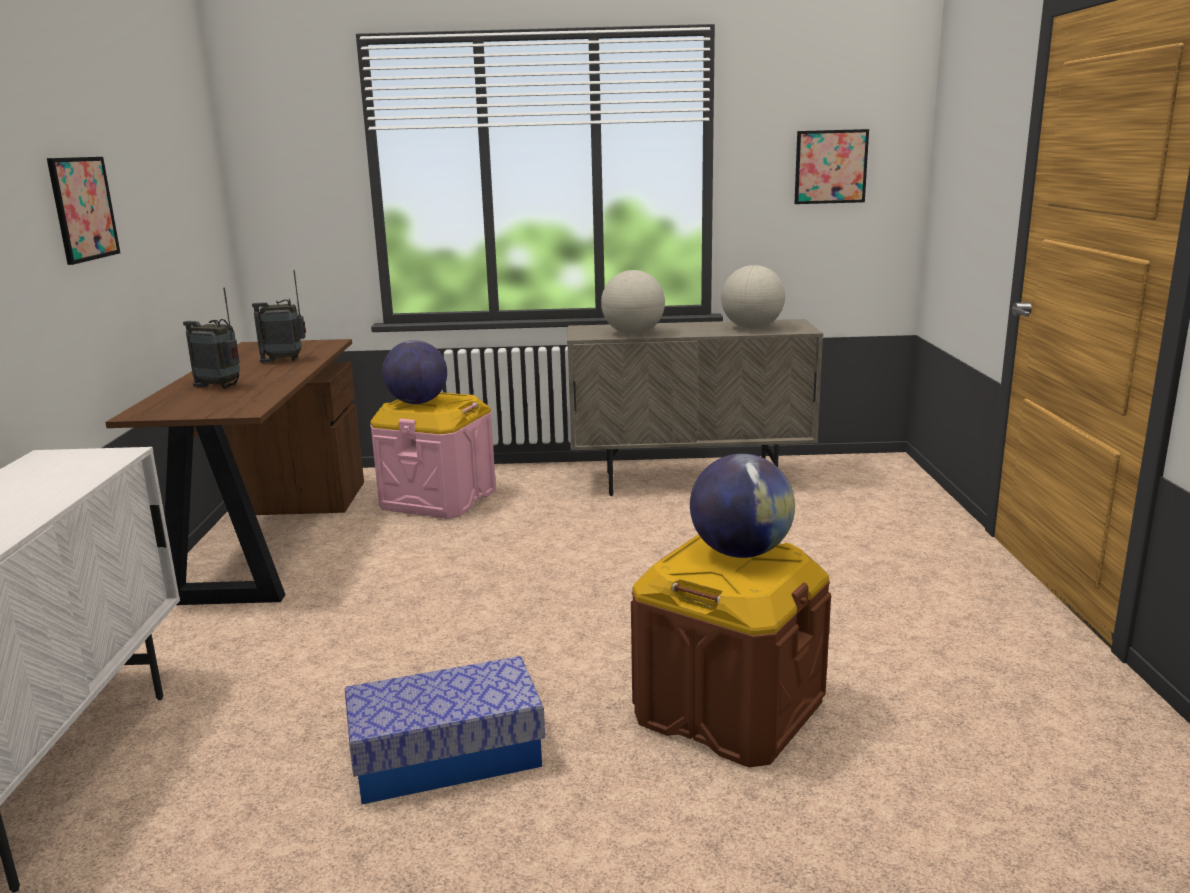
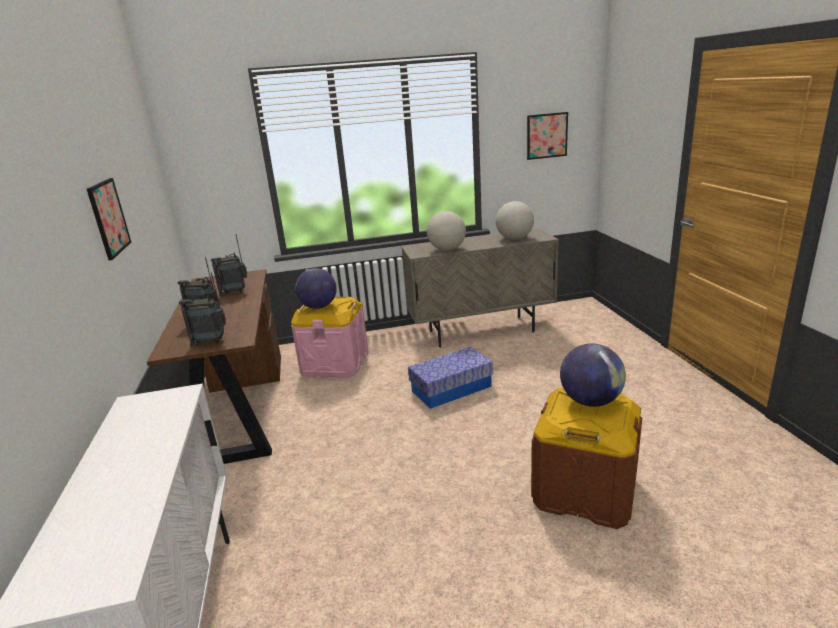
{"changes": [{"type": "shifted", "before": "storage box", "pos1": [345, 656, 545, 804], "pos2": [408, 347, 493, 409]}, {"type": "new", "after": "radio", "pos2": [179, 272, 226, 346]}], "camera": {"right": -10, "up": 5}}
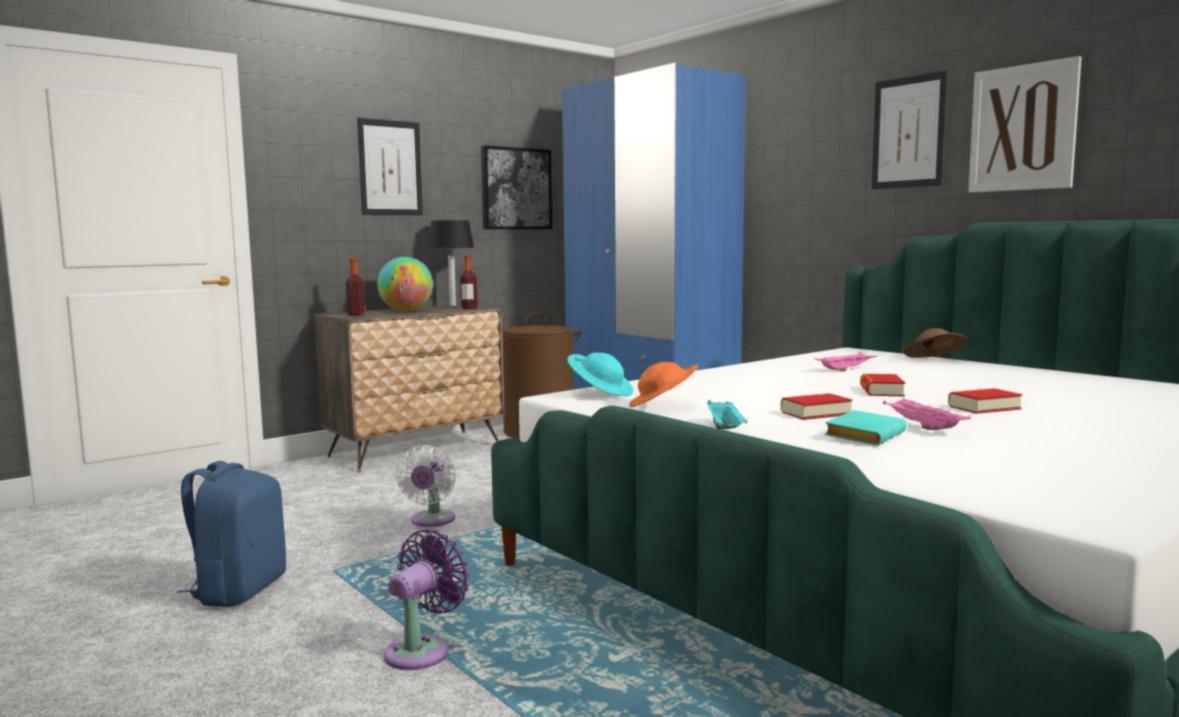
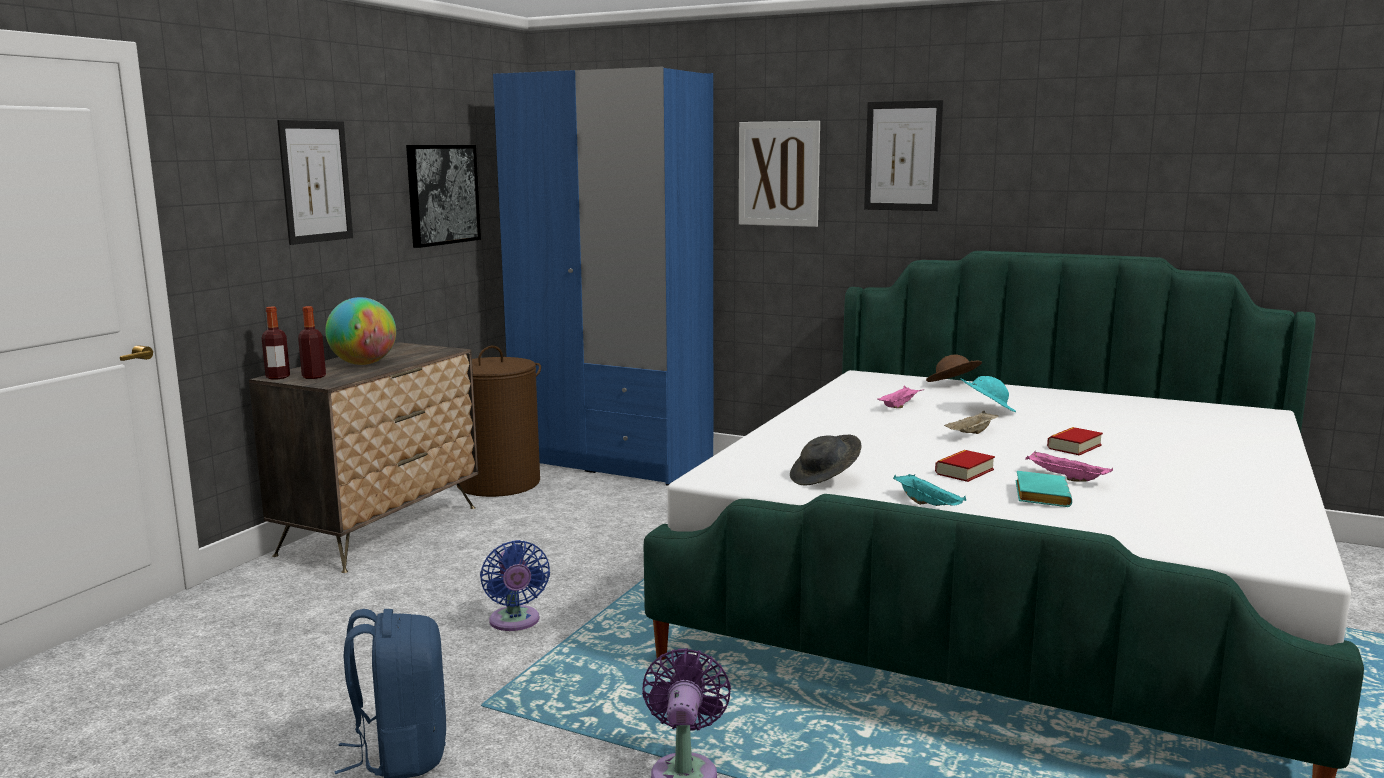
{"changes": [{"type": "shifted", "before": "wall picture", "pos1": [968, 56, 1081, 193], "pos2": [739, 121, 820, 227]}, {"type": "gone", "before": "black-coloured table lamp", "pos1": [428, 220, 475, 306]}, {"type": "shifted", "before": "drink bottle", "pos1": [460, 255, 478, 309], "pos2": [262, 307, 290, 379]}, {"type": "shifted", "before": "turquoise hat", "pos1": [568, 352, 634, 396], "pos2": [960, 376, 1016, 412]}, {"type": "repainted", "before": "orange hat", "after": "greyish hat", "pos1": [629, 362, 698, 407], "pos2": [790, 435, 862, 485]}, {"type": "swapped", "before": "book", "after": "beige-coloured carrying tray", "pos1": [860, 374, 905, 396], "pos2": [944, 411, 998, 434]}, {"type": "repainted", "before": "white-coloured electric fan", "after": "blue-coloured electric fan", "pos1": [395, 445, 456, 527], "pos2": [480, 540, 550, 631]}], "camera": {"right": -25, "up": 5}}
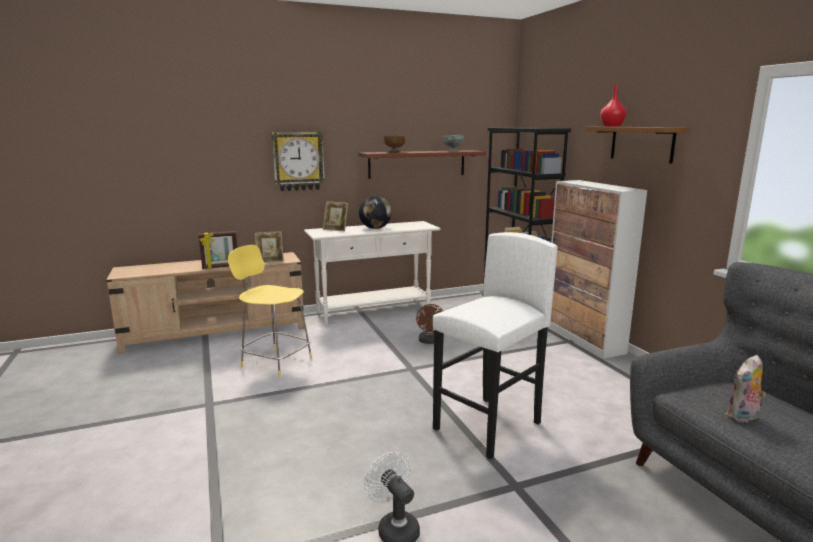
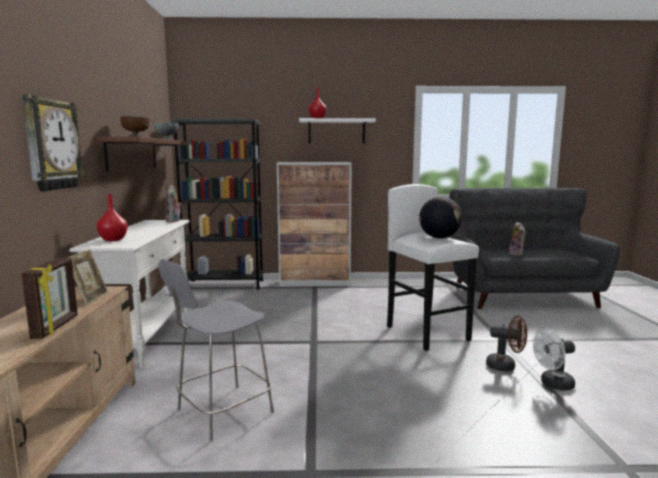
{"changes": [{"type": "repainted", "before": "brown-coloured shelf", "after": "white-coloured shelf", "pos1": [585, 127, 688, 164], "pos2": [299, 118, 376, 143]}, {"type": "shifted", "before": "globe", "pos1": [359, 196, 392, 229], "pos2": [419, 197, 462, 238]}, {"type": "swapped", "before": "picture frame", "after": "reddish flower vase", "pos1": [323, 201, 348, 232], "pos2": [96, 194, 128, 241]}, {"type": "repainted", "before": "yellow sitting stool", "after": "greyish sitting stool", "pos1": [228, 245, 312, 378], "pos2": [158, 259, 274, 441]}, {"type": "shifted", "before": "brown-coloured electric fan", "pos1": [416, 304, 443, 344], "pos2": [486, 316, 527, 371]}, {"type": "new", "after": "cuddly toy", "pos2": [165, 185, 182, 222]}], "camera": {"right": -70, "up": -5}}
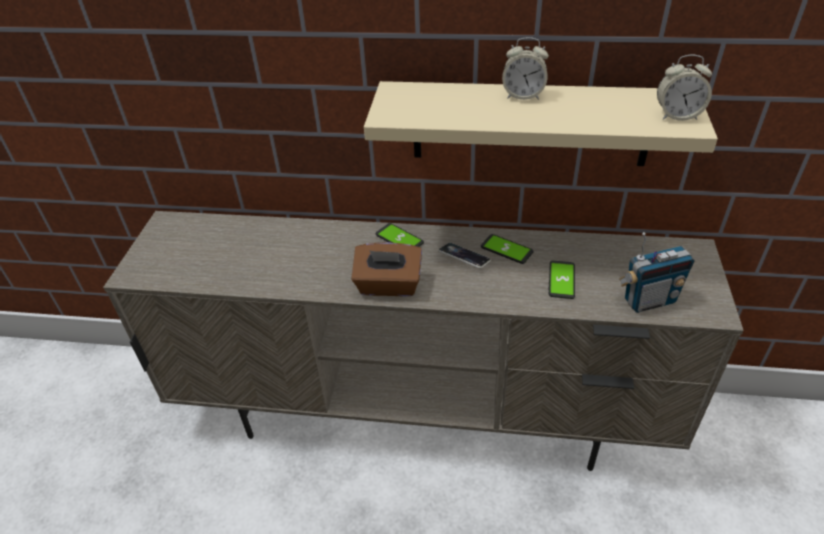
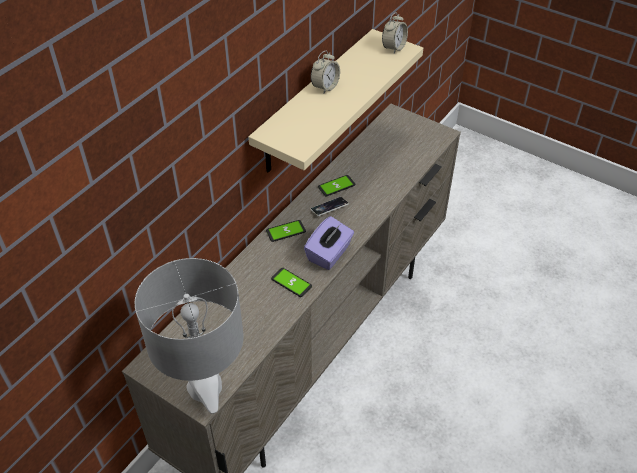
{"changes": [{"type": "gone", "before": "radio", "pos1": [619, 232, 695, 313]}, {"type": "repainted", "before": "brown-coloured tissue box", "after": "purple tissue box", "pos1": [351, 242, 422, 297], "pos2": [304, 216, 354, 270]}, {"type": "shifted", "before": "telephone", "pos1": [549, 261, 575, 299], "pos2": [271, 268, 312, 297]}, {"type": "new", "after": "greyish table lamp", "pos2": [135, 258, 244, 414]}], "camera": {"right": -65, "up": 5}}
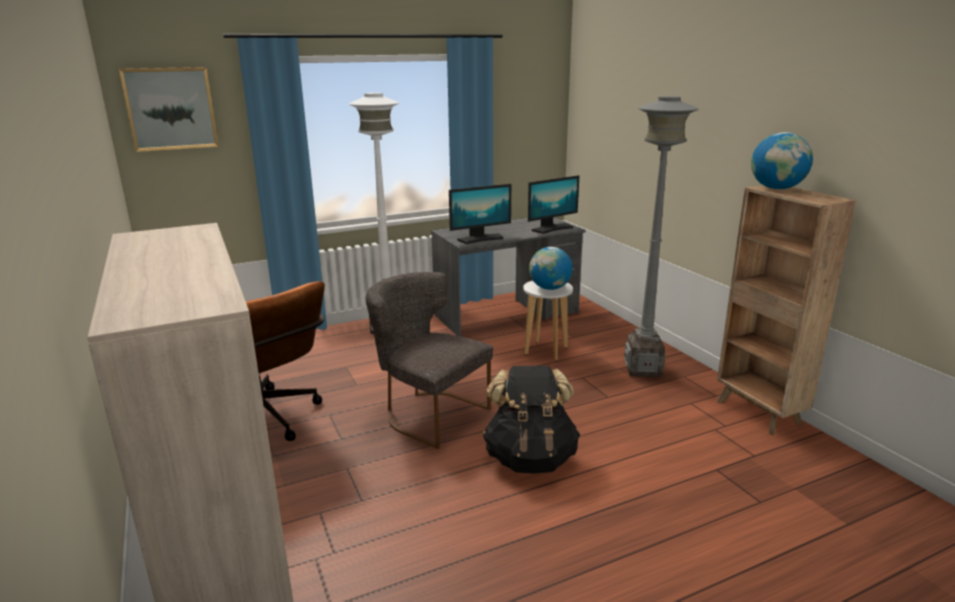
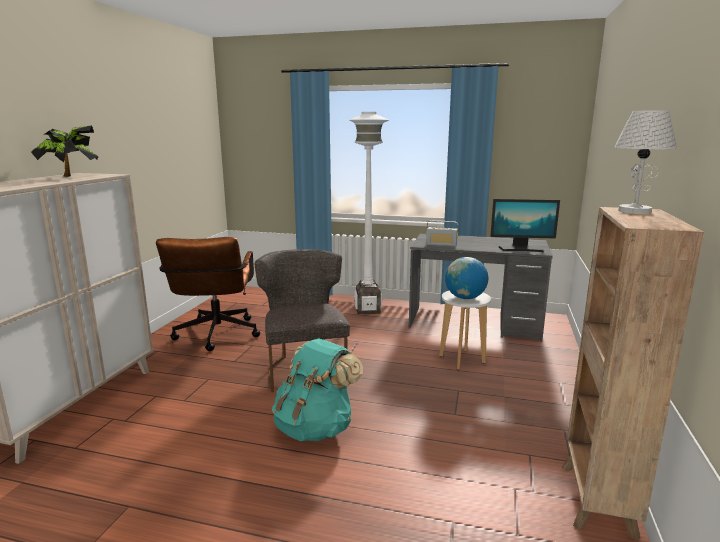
{"changes": [{"type": "gone", "before": "wall picture", "pos1": [119, 67, 219, 152]}, {"type": "gone", "before": "greyish standing lamp", "pos1": [624, 96, 699, 377]}, {"type": "swapped", "before": "globe", "after": "white-coloured table lamp", "pos1": [751, 132, 813, 189], "pos2": [614, 110, 677, 214]}, {"type": "swapped", "before": "monitor", "after": "radio", "pos1": [449, 184, 511, 244], "pos2": [426, 220, 458, 247]}, {"type": "repainted", "before": "black-coloured knapsack", "after": "turquoise knapsack", "pos1": [483, 366, 580, 474], "pos2": [272, 338, 363, 441]}, {"type": "new", "after": "plant in a pot", "pos2": [31, 125, 99, 177]}], "camera": {"right": 40, "up": -5}}
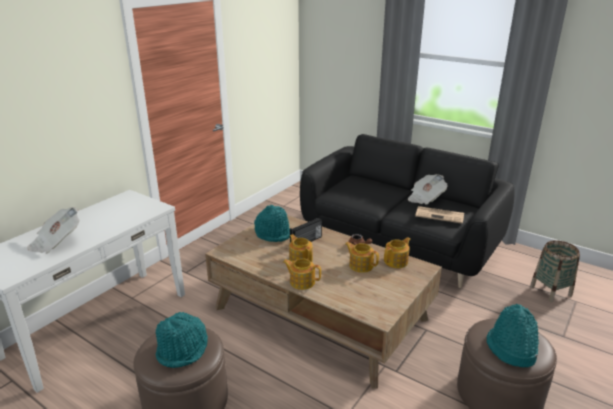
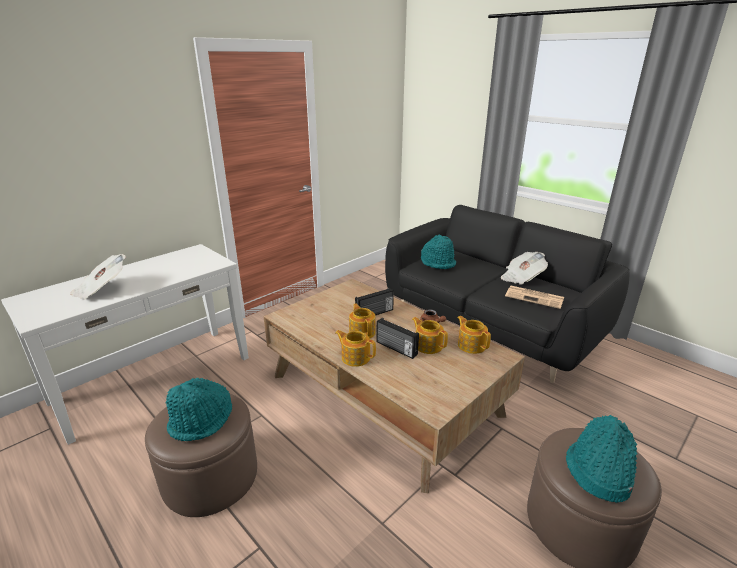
{"changes": [{"type": "shifted", "before": "turquoise hat", "pos1": [254, 205, 290, 242], "pos2": [421, 235, 456, 269]}, {"type": "rotated", "before": "teapot", "pos1": [384, 237, 410, 268], "pos2": [457, 316, 491, 354], "turn": -90}, {"type": "gone", "before": "basket", "pos1": [530, 241, 580, 302]}, {"type": "new", "after": "radio", "pos2": [376, 318, 419, 359]}], "camera": {"right": 10, "up": 0}}
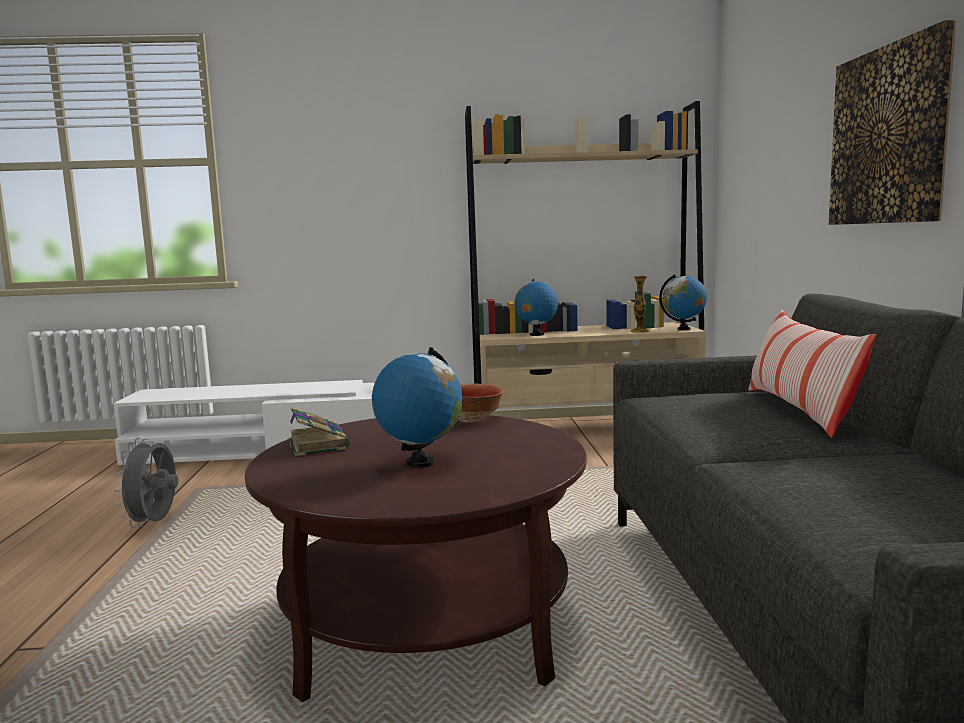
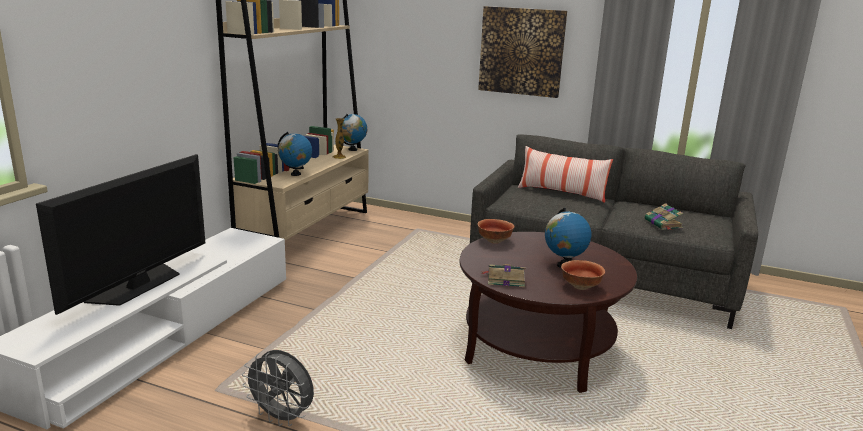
{"changes": [{"type": "new", "after": "TV", "pos2": [36, 154, 205, 315]}, {"type": "new", "after": "book", "pos2": [645, 203, 683, 230]}, {"type": "new", "after": "bowl", "pos2": [561, 260, 605, 290]}], "camera": {"right": -65, "up": 10}}
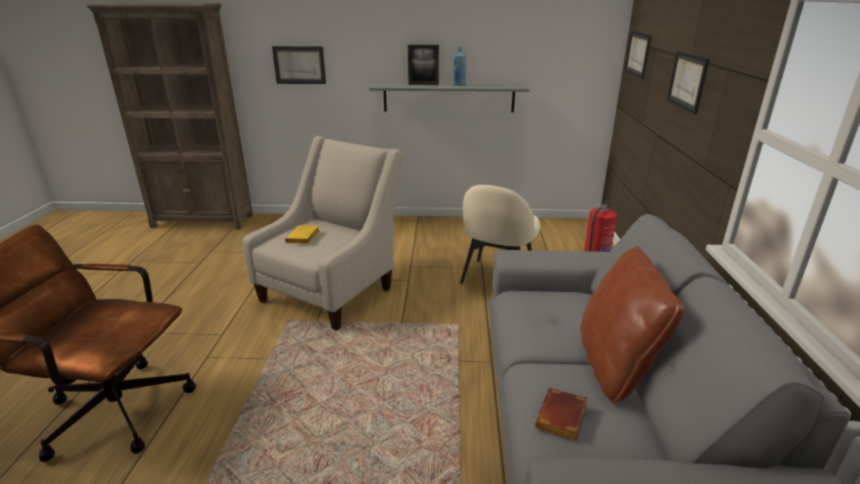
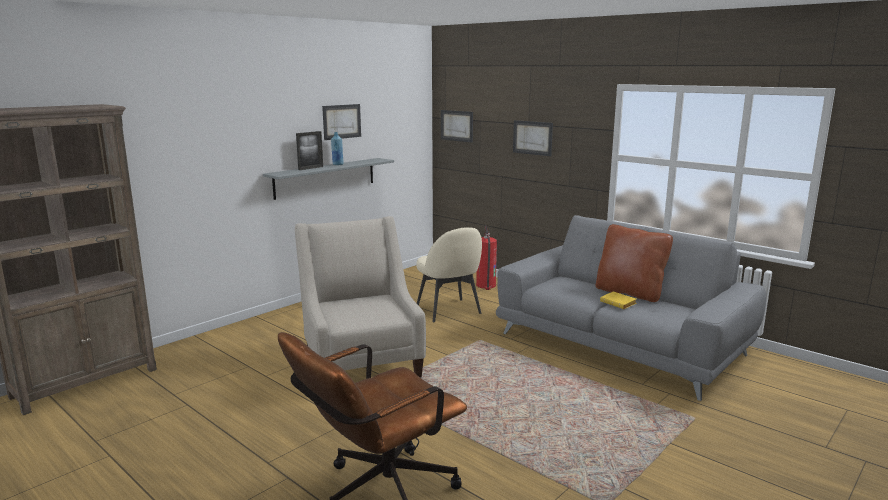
{"changes": [{"type": "shifted", "before": "wall picture", "pos1": [272, 46, 326, 84], "pos2": [322, 104, 361, 140]}, {"type": "shifted", "before": "yellow book", "pos1": [285, 225, 320, 244], "pos2": [600, 291, 636, 309]}, {"type": "gone", "before": "brown-coloured book", "pos1": [535, 388, 587, 441]}], "camera": {"right": -50, "up": -10}}
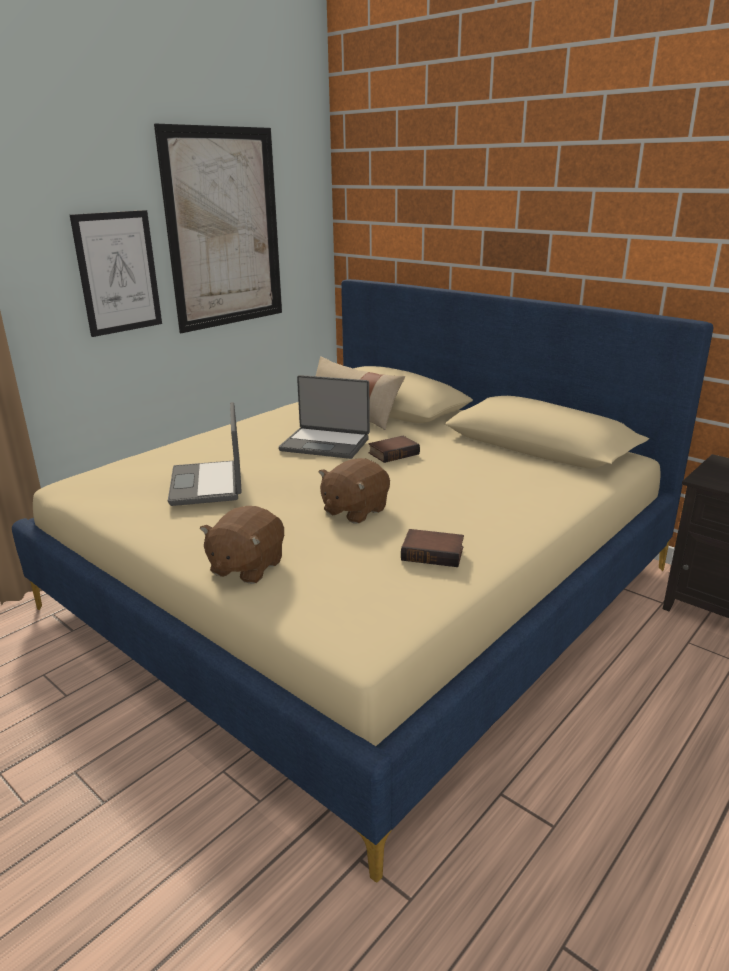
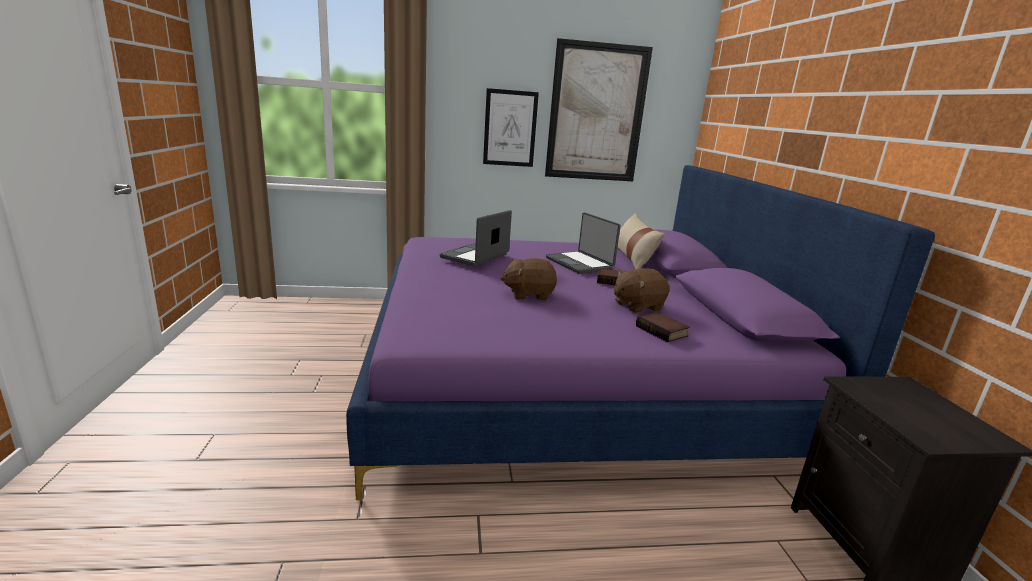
{"changes": [{"type": "repainted", "before": "beige-coloured bed", "after": "purple bed", "pos1": [12, 279, 714, 883], "pos2": [346, 165, 935, 500]}, {"type": "shifted", "before": "brown-coloured cuddly toy", "pos1": [200, 506, 284, 584], "pos2": [614, 268, 669, 313]}, {"type": "shifted", "before": "book", "pos1": [401, 529, 464, 567], "pos2": [636, 312, 690, 342]}], "camera": {"right": 40, "up": -5}}
